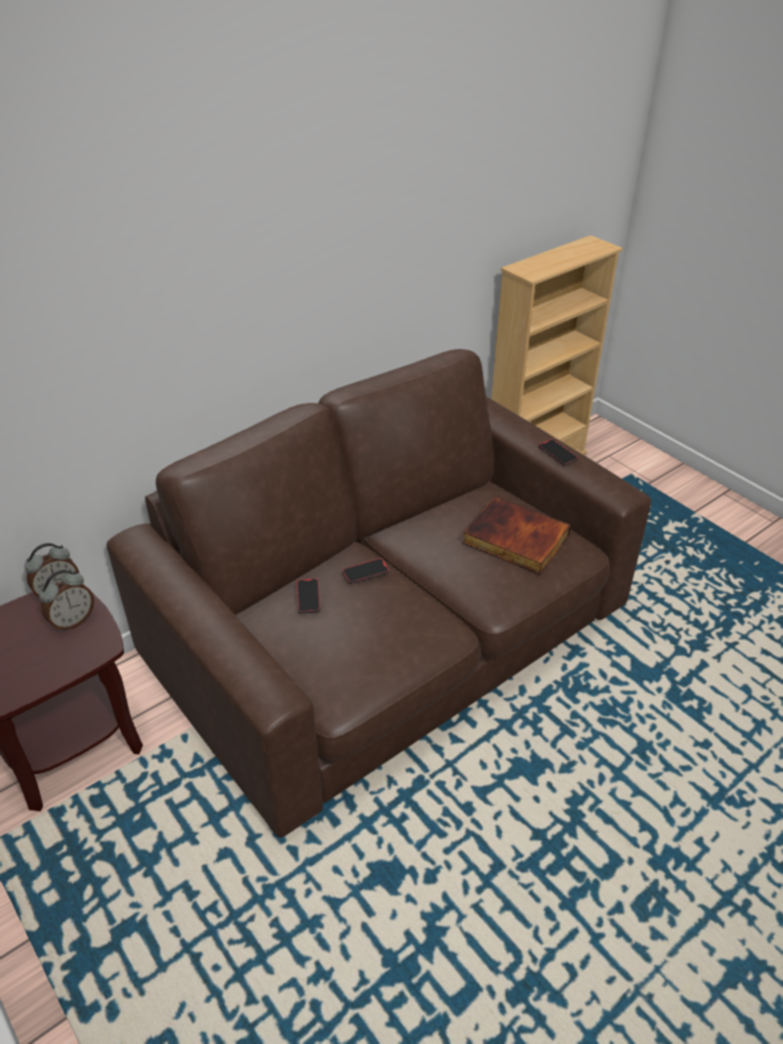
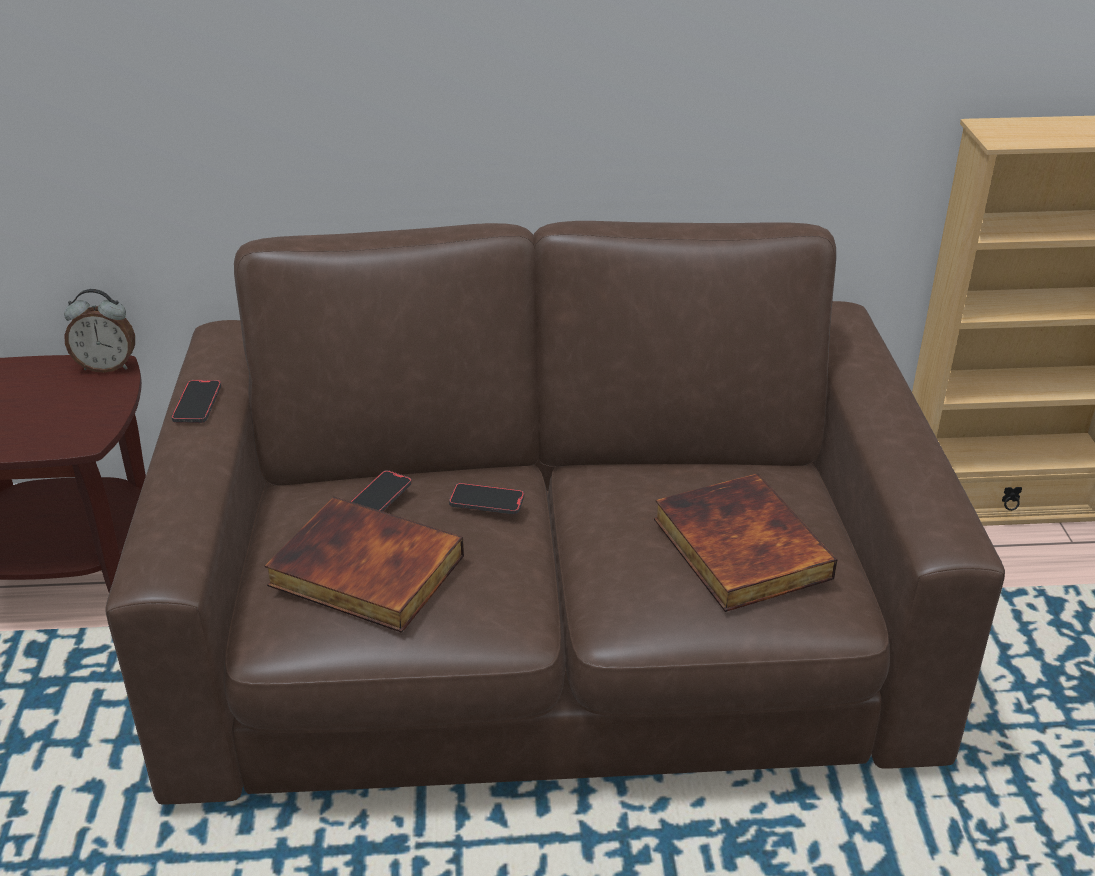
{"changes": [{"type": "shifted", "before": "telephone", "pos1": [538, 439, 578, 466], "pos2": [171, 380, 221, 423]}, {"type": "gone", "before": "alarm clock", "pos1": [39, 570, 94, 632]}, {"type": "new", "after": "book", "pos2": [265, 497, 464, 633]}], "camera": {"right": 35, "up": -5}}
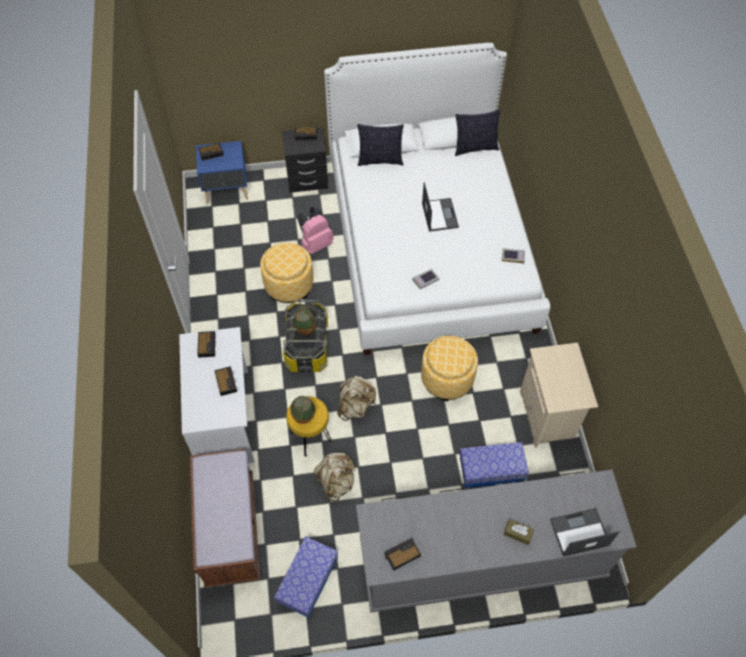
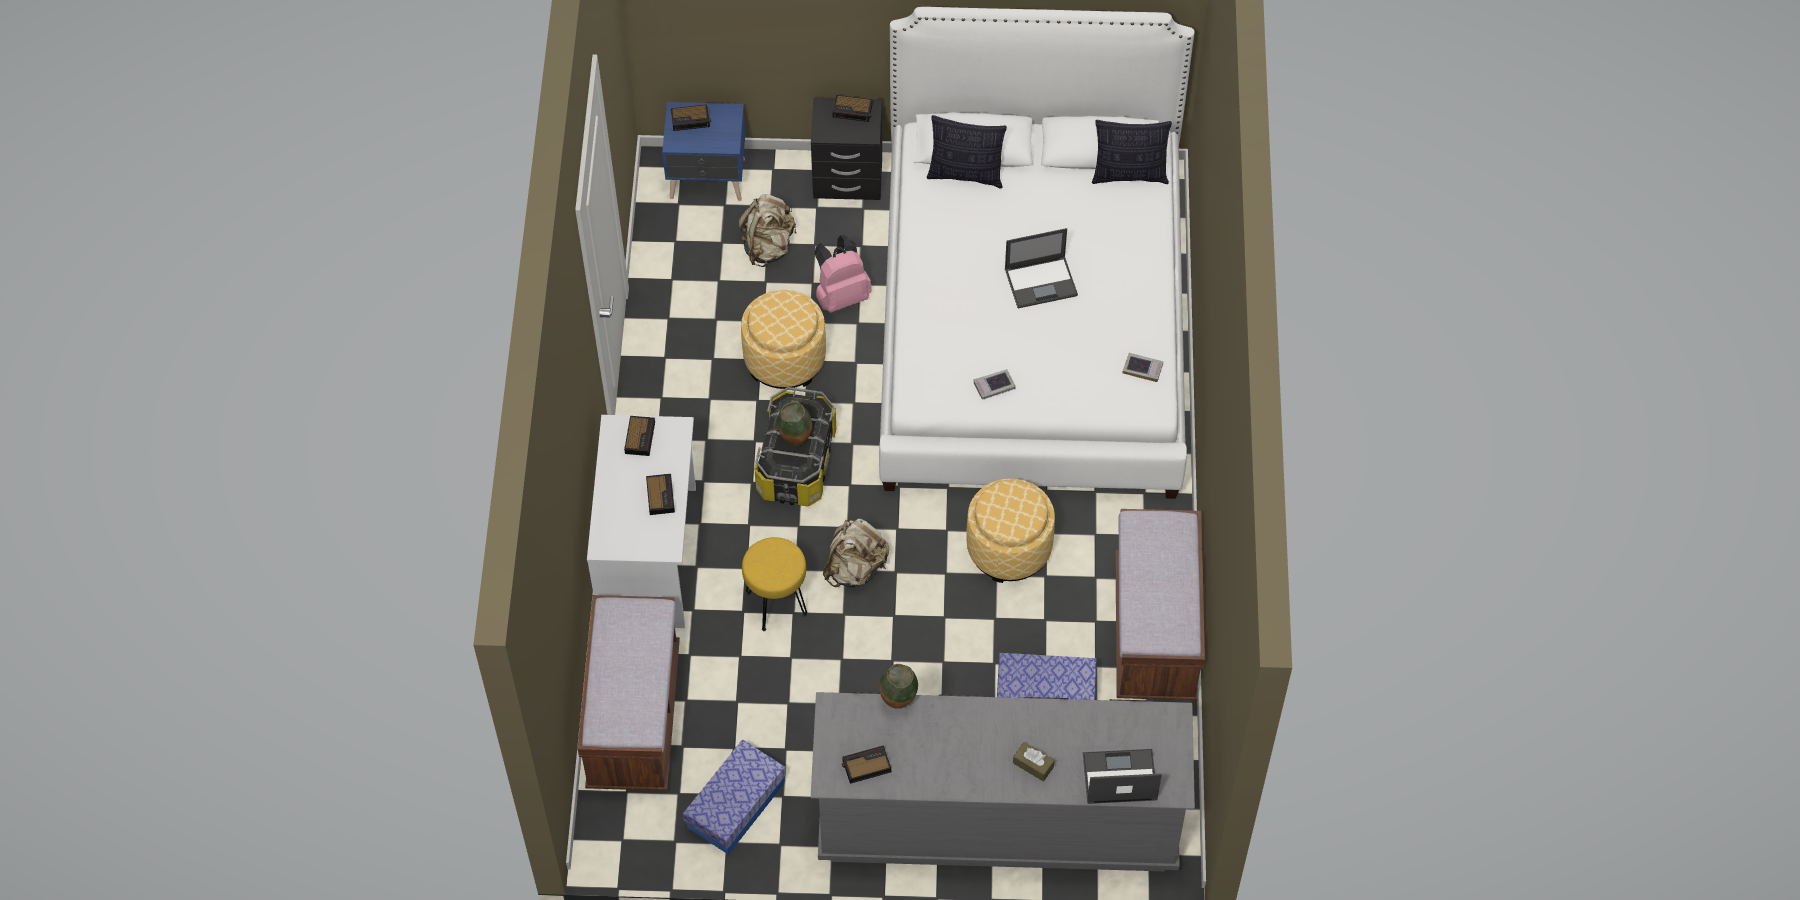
{"changes": [{"type": "rotated", "before": "laptop", "pos1": [422, 182, 459, 232], "pos2": [1005, 228, 1078, 308], "turn": 75}, {"type": "swapped", "before": "beige-coloured nightstand", "after": "brown-coloured indoor bench", "pos1": [520, 343, 598, 448], "pos2": [1115, 509, 1205, 700]}, {"type": "shifted", "before": "flower vase", "pos1": [290, 396, 315, 424], "pos2": [879, 664, 918, 709]}, {"type": "shifted", "before": "beige-coloured knapsack", "pos1": [314, 453, 355, 502], "pos2": [738, 194, 796, 267]}], "camera": {"right": 10, "up": 0}}
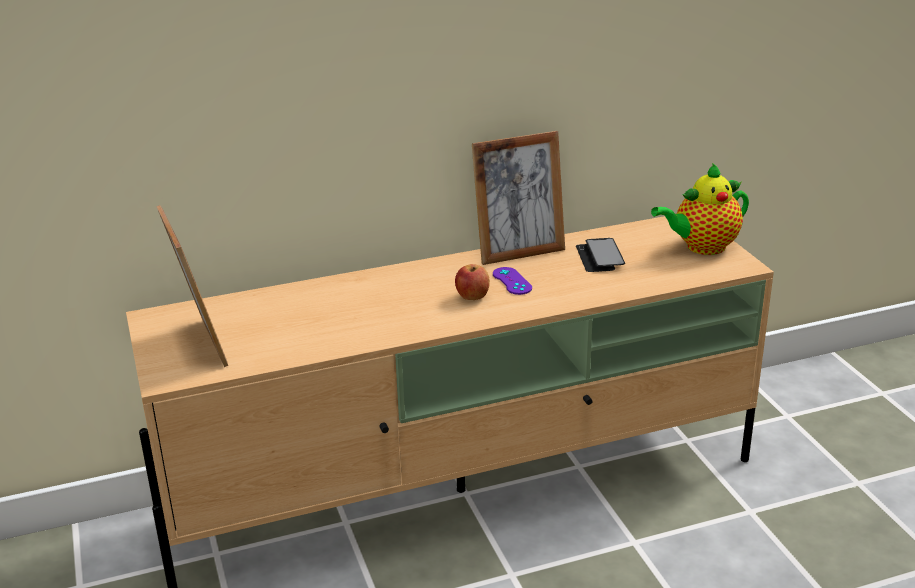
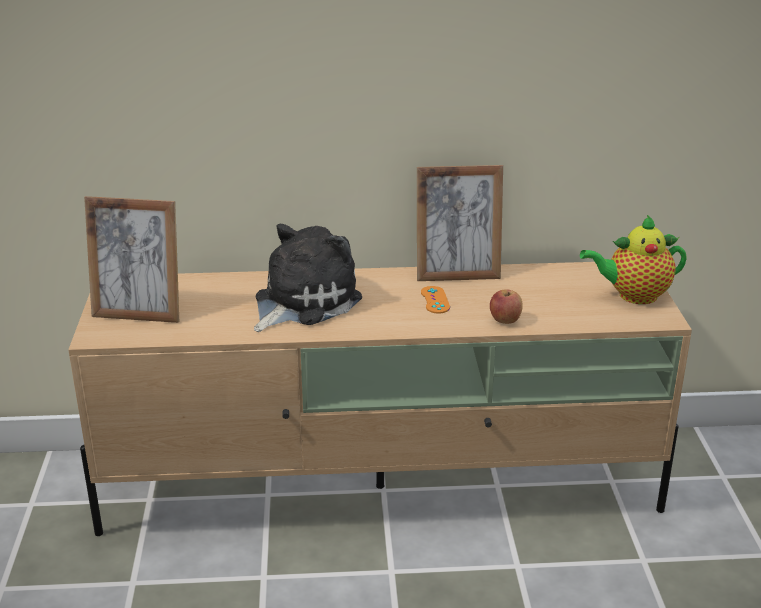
{"changes": [{"type": "rotated", "before": "picture frame", "pos1": [156, 205, 228, 367], "pos2": [84, 196, 179, 323], "turn": 105}, {"type": "gone", "before": "telephone", "pos1": [576, 238, 625, 272]}, {"type": "shifted", "before": "apple fruit", "pos1": [455, 264, 490, 300], "pos2": [490, 289, 523, 324]}, {"type": "repainted", "before": "purple game controller", "after": "orange game controller", "pos1": [493, 267, 532, 295], "pos2": [421, 286, 450, 314]}, {"type": "new", "after": "cuddly toy", "pos2": [254, 224, 362, 332]}], "camera": {"right": 15, "up": 0}}
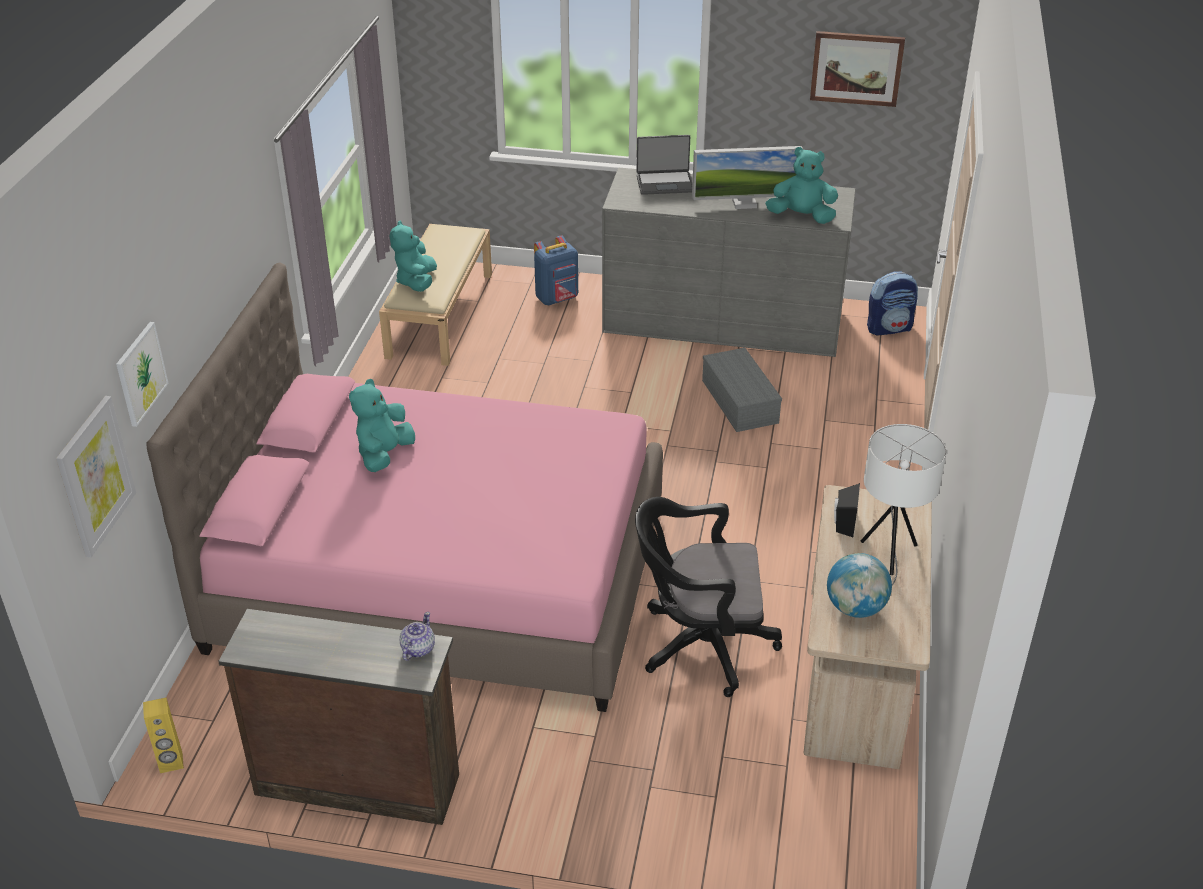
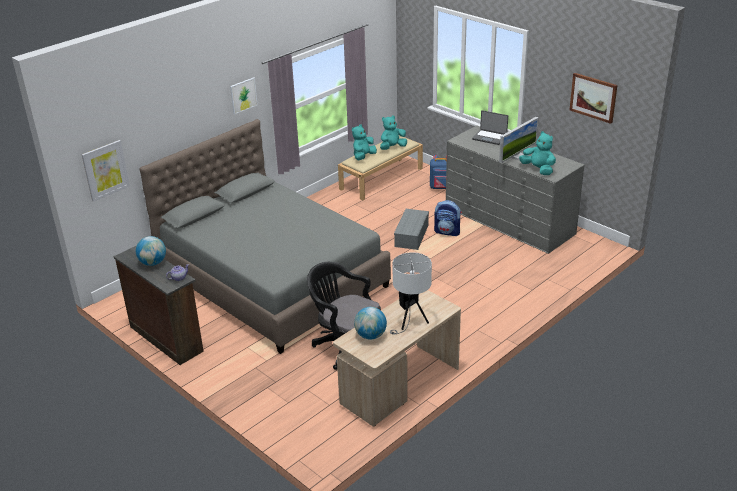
{"changes": [{"type": "rotated", "before": "monitor", "pos1": [692, 146, 803, 209], "pos2": [499, 117, 539, 163], "turn": -75}, {"type": "repainted", "before": "pink bed", "after": "greyish bed", "pos1": [147, 262, 663, 712], "pos2": [139, 119, 391, 354]}, {"type": "shifted", "before": "knapsack", "pos1": [867, 271, 918, 335], "pos2": [434, 200, 462, 236]}, {"type": "shifted", "before": "wall picture", "pos1": [116, 322, 168, 427], "pos2": [230, 77, 258, 114]}, {"type": "shifted", "before": "greyish storage box", "pos1": [702, 348, 782, 432], "pos2": [394, 209, 429, 250]}, {"type": "shifted", "before": "turquoise cuddly toy", "pos1": [349, 379, 415, 472], "pos2": [380, 115, 407, 150]}, {"type": "gone", "before": "yellow speaker", "pos1": [143, 698, 184, 773]}, {"type": "new", "after": "globe", "pos2": [136, 236, 166, 266]}], "camera": {"right": 35, "up": -5}}
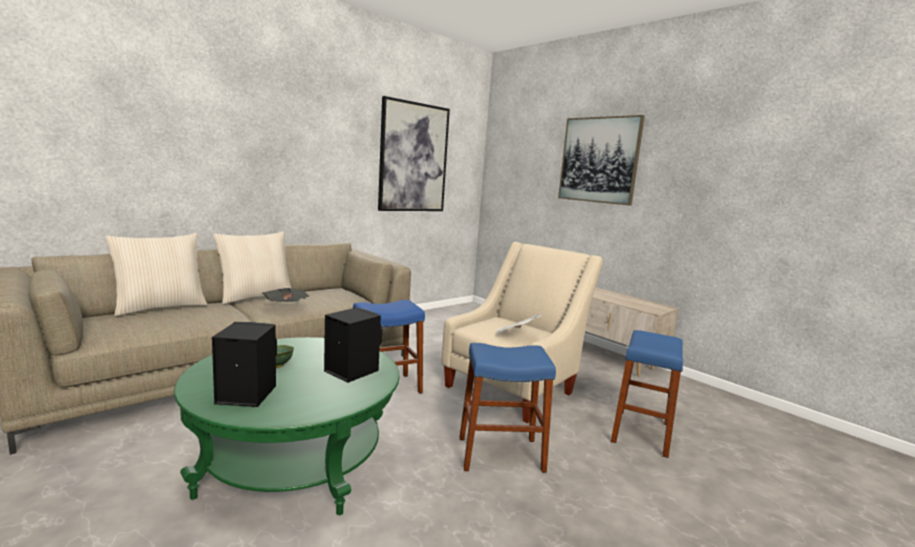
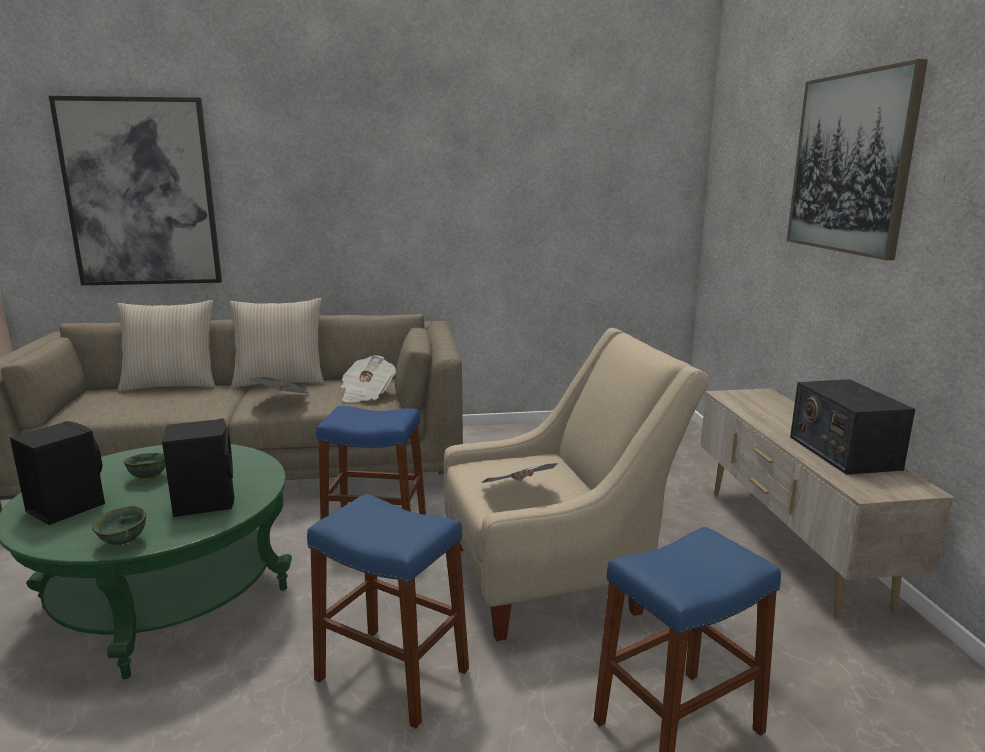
{"changes": [{"type": "shifted", "before": "wall picture", "pos1": [378, 96, 450, 211], "pos2": [49, 96, 222, 286]}, {"type": "new", "after": "printed paper", "pos2": [341, 355, 396, 403]}, {"type": "new", "after": "radio", "pos2": [790, 379, 915, 475]}, {"type": "new", "after": "greenish bowl", "pos2": [92, 506, 147, 546]}], "camera": {"right": 35, "up": 5}}
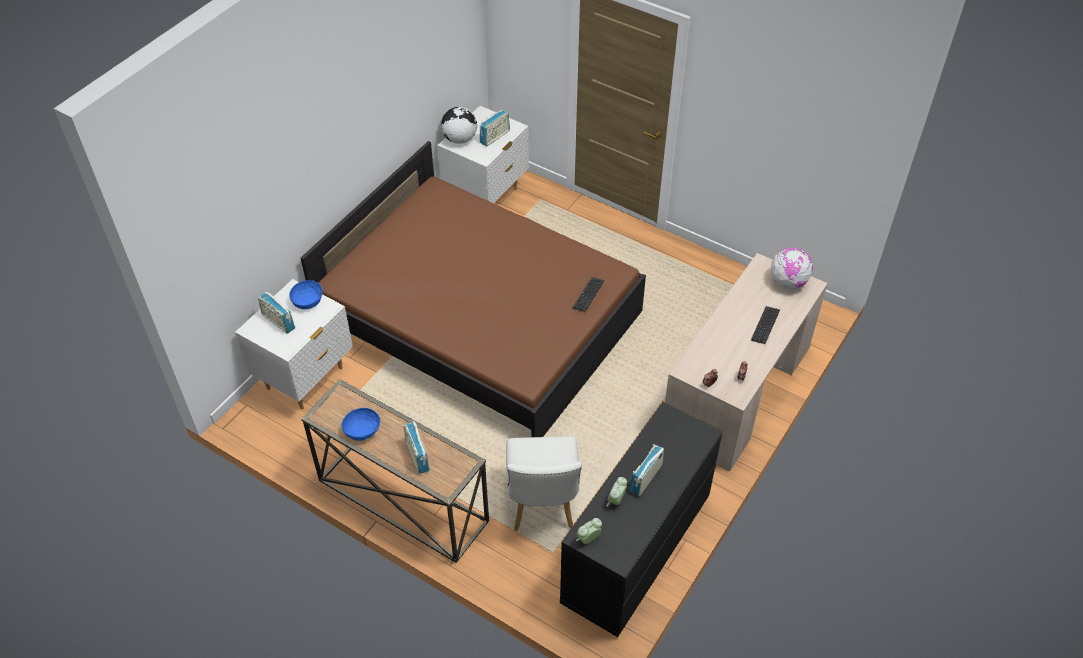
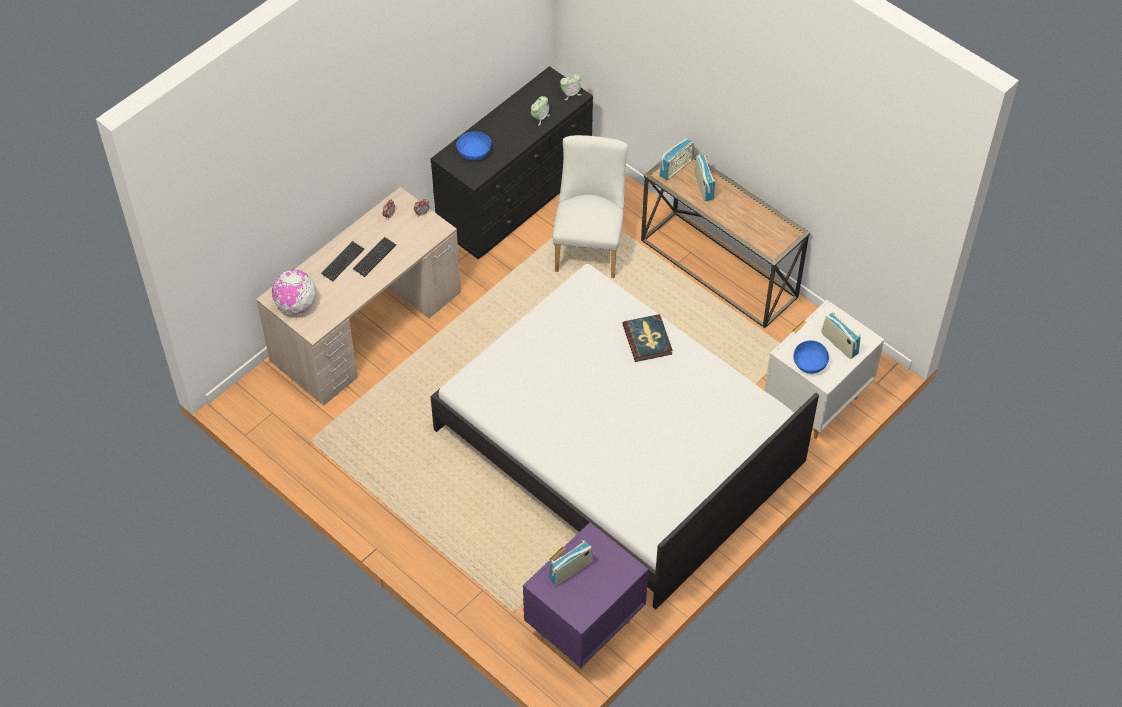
{"changes": [{"type": "repainted", "before": "white-coloured nightstand", "after": "purple nightstand", "pos1": [437, 106, 529, 203], "pos2": [523, 522, 649, 670]}, {"type": "gone", "before": "globe", "pos1": [441, 107, 477, 144]}, {"type": "repainted", "before": "brown-coloured bed", "after": "white-coloured bed", "pos1": [301, 141, 646, 437], "pos2": [430, 263, 819, 609]}, {"type": "shifted", "before": "PC keyboard", "pos1": [573, 277, 604, 312], "pos2": [353, 237, 396, 277]}, {"type": "shifted", "before": "blue-coloured bowl", "pos1": [342, 408, 380, 441], "pos2": [456, 131, 491, 160]}, {"type": "shifted", "before": "radio", "pos1": [630, 444, 664, 496], "pos2": [659, 138, 693, 180]}, {"type": "new", "after": "book", "pos2": [622, 314, 673, 362]}], "camera": {"right": -170, "up": 5}}
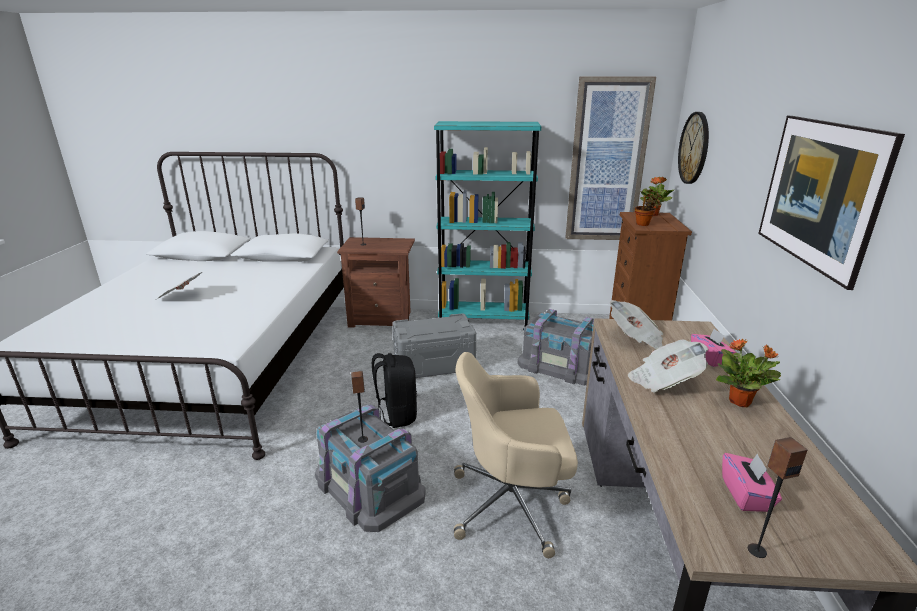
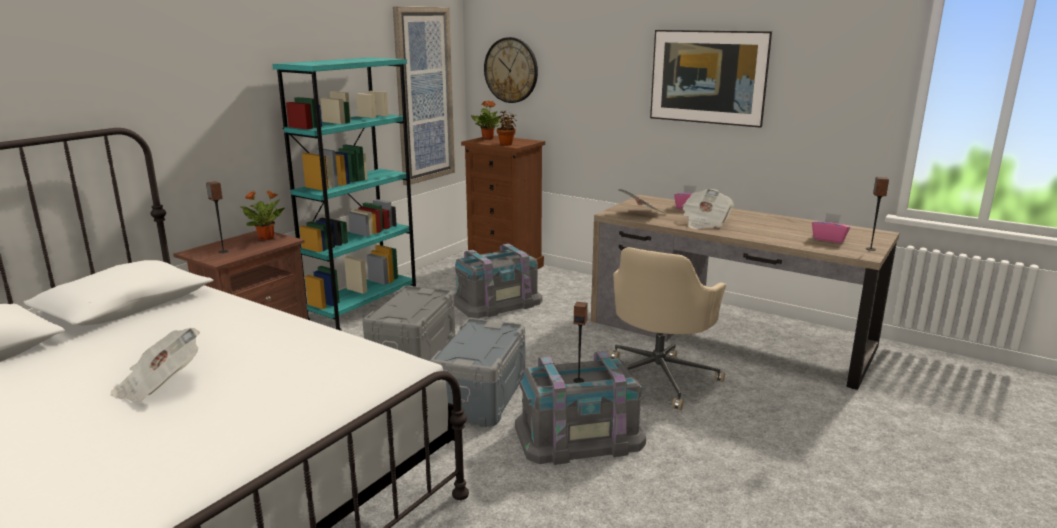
{"changes": [{"type": "shifted", "before": "plant in a pot", "pos1": [716, 339, 781, 407], "pos2": [240, 190, 285, 240]}, {"type": "swapped", "before": "black-coloured knapsack", "after": "greyish storage box", "pos1": [372, 353, 417, 428], "pos2": [430, 318, 525, 427]}], "camera": {"right": -60, "up": -5}}
